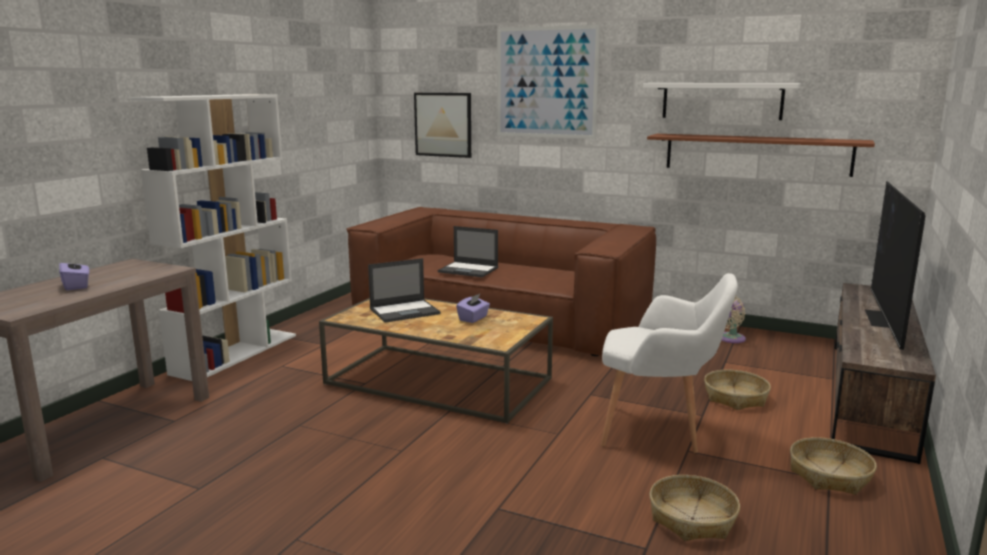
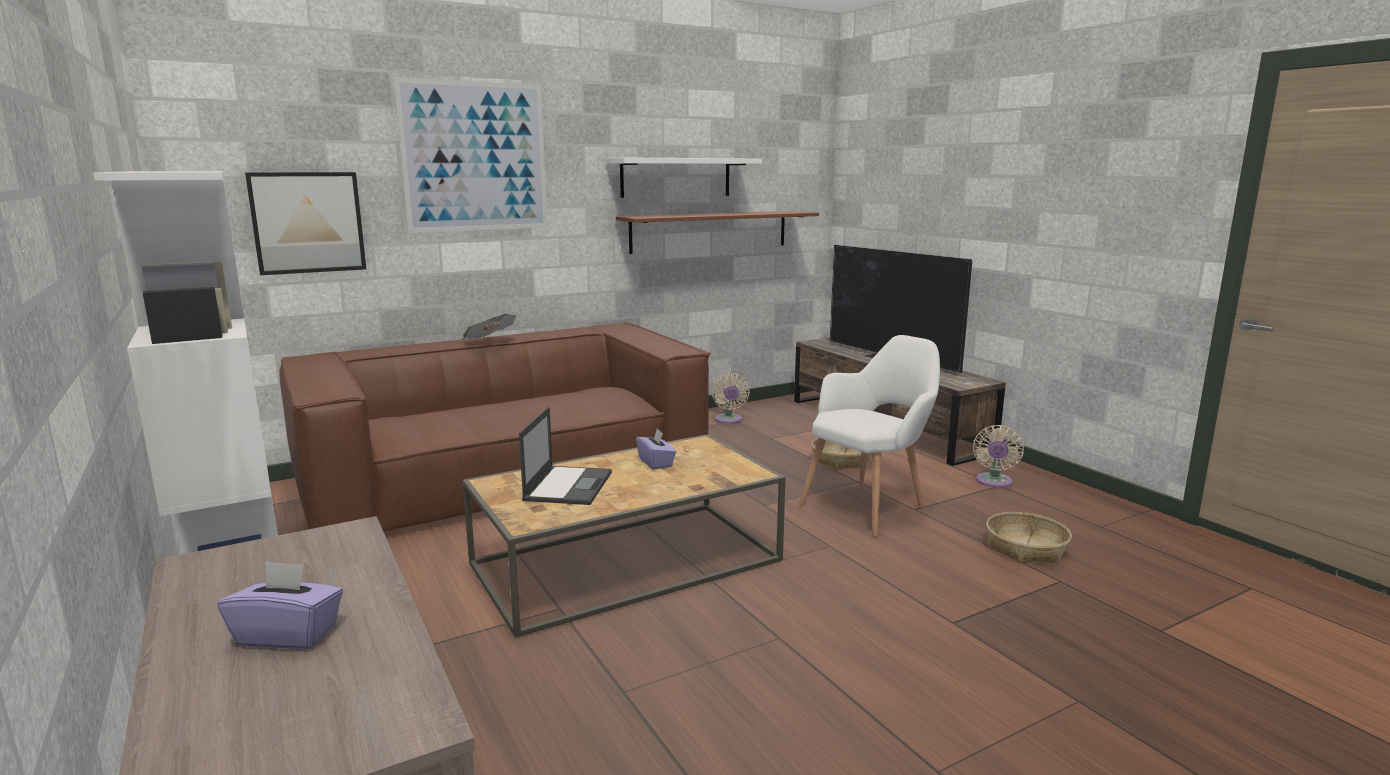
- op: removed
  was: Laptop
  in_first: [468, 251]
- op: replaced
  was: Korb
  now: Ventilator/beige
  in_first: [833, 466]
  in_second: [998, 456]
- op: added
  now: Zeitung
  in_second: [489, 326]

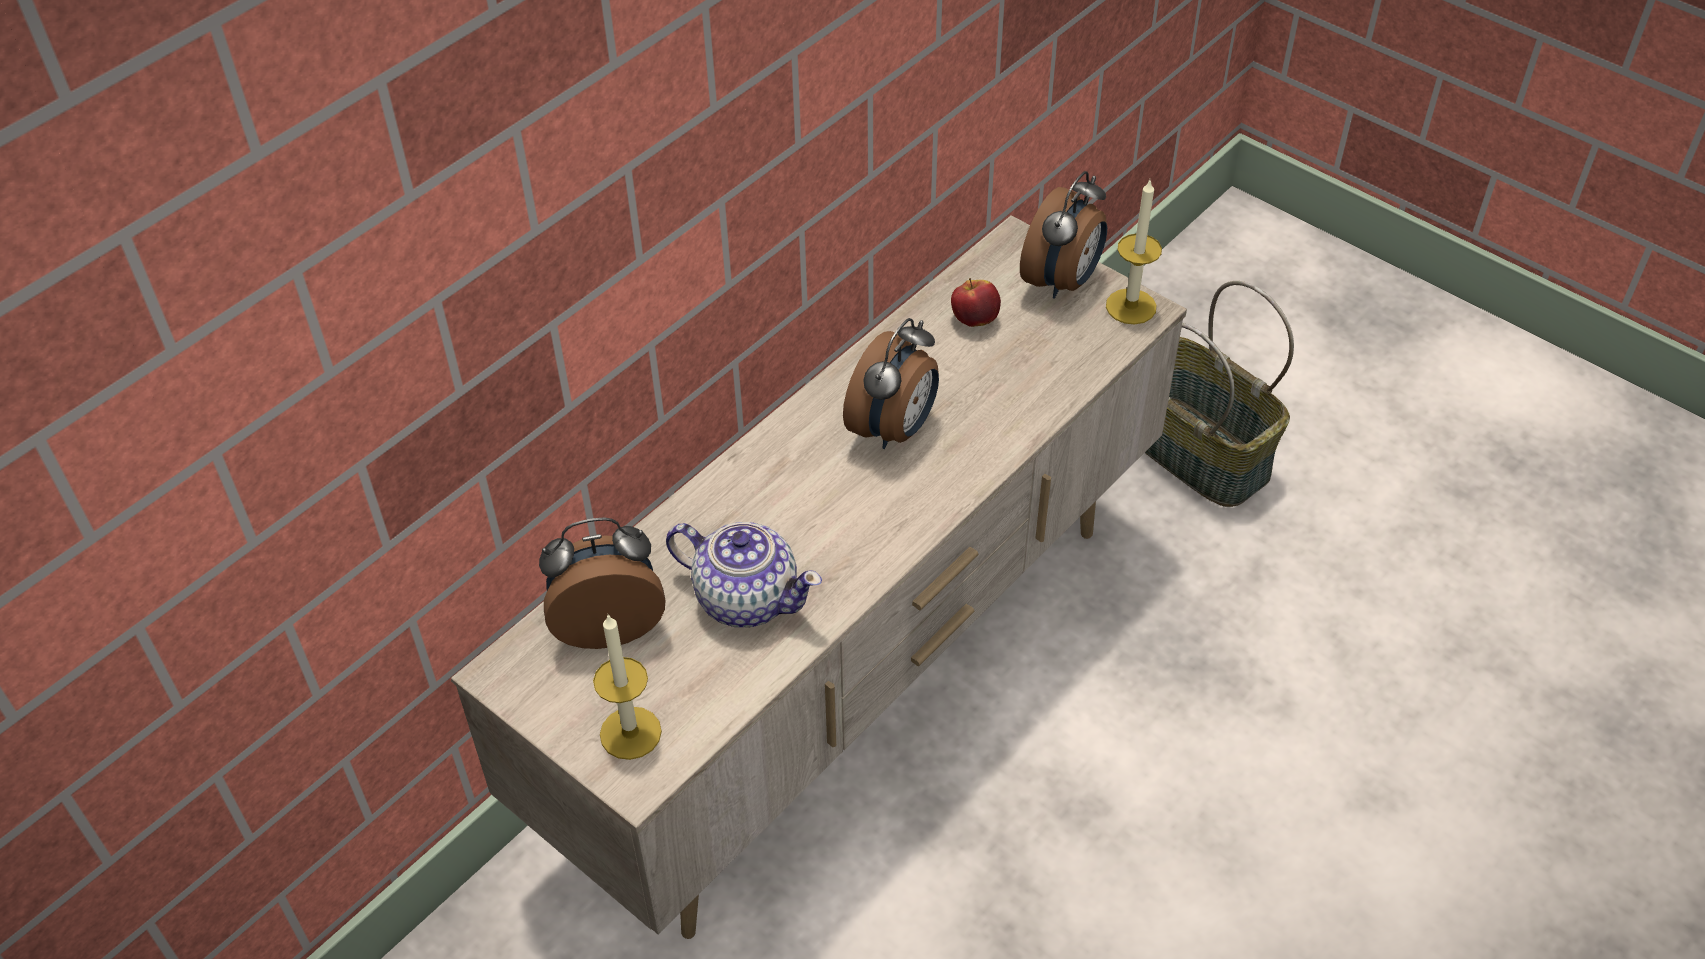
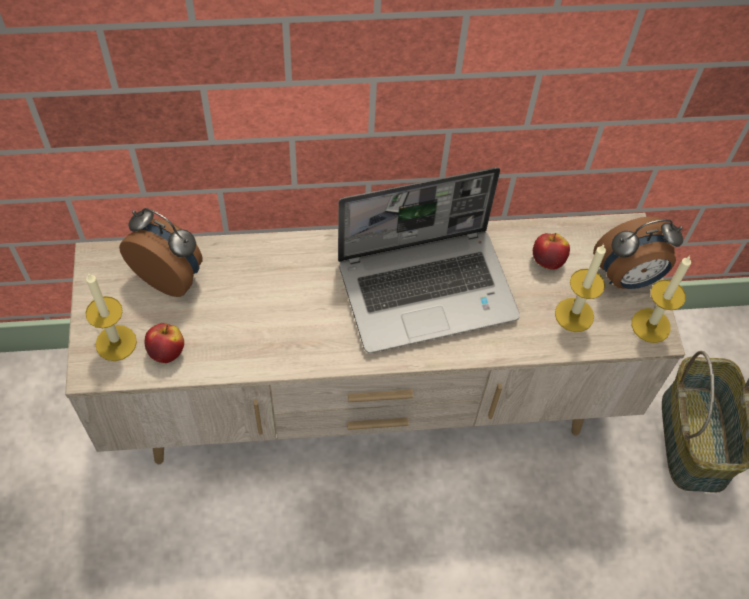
- op: removed
  was: Teekanne
  in_first: [744, 574]
- op: replaced
  was: Wecker
  now: Laptop
  in_first: [891, 383]
  in_second: [429, 260]
- op: added
  now: Apfel
  in_second: [164, 343]
- op: added
  now: Kerze
  in_second: [580, 288]

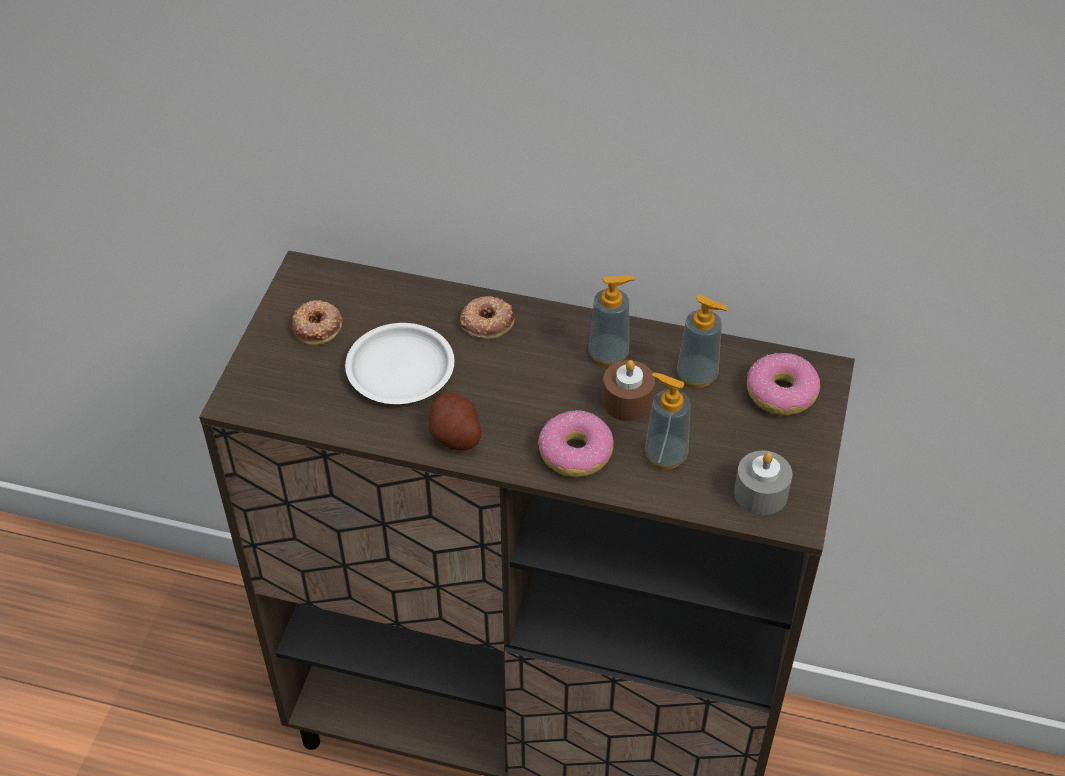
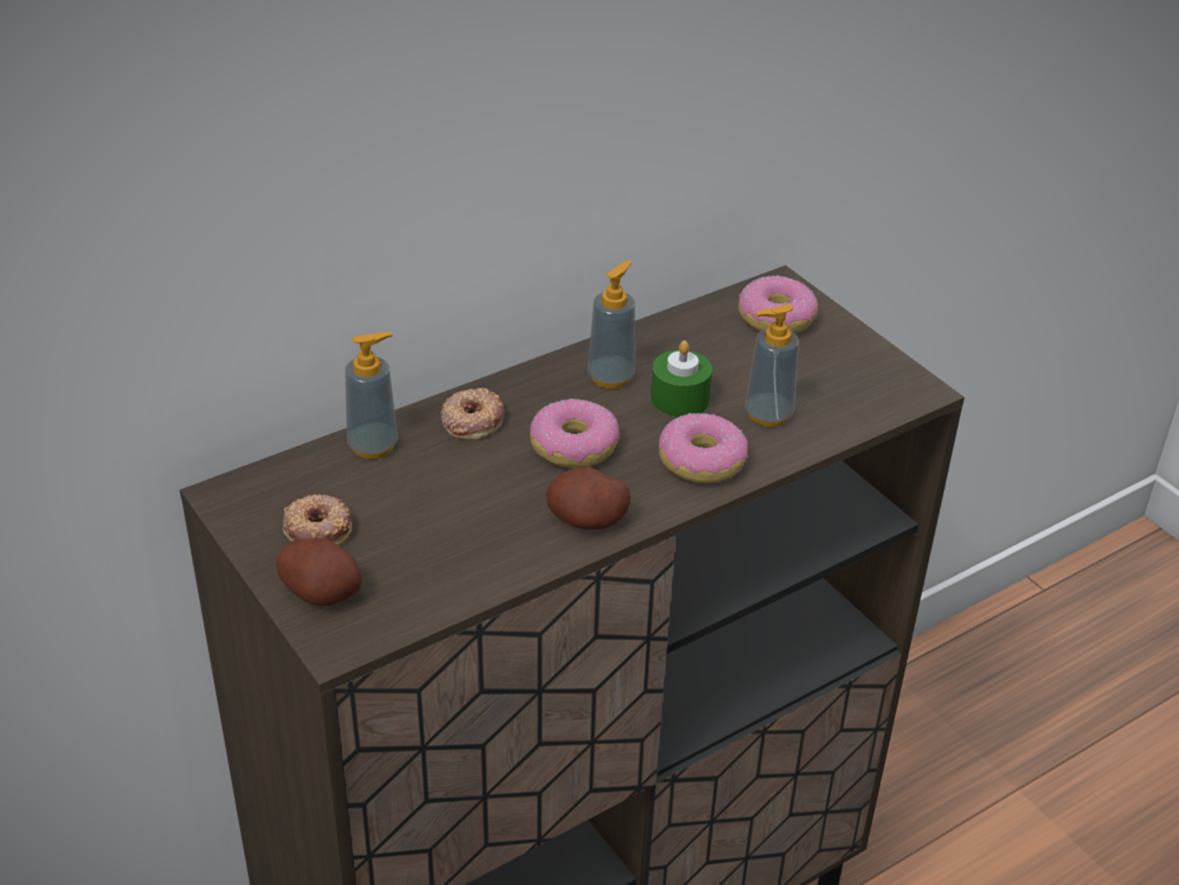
- op: removed
  was: Teller/weiß
  in_first: [399, 363]
- op: recoloured
  was: Kerze/braun
  now: Kerze/grün
  in_first: [628, 390]
  in_second: [682, 379]
- op: moved
  was: Seifenspender
  in_first: [702, 341]
  in_second: [371, 395]
- op: removed
  was: Kerze/grau
  in_first: [763, 483]
- op: added
  now: Kartoffel
  in_second: [319, 572]
- op: added
  now: Donut
  in_second: [574, 433]

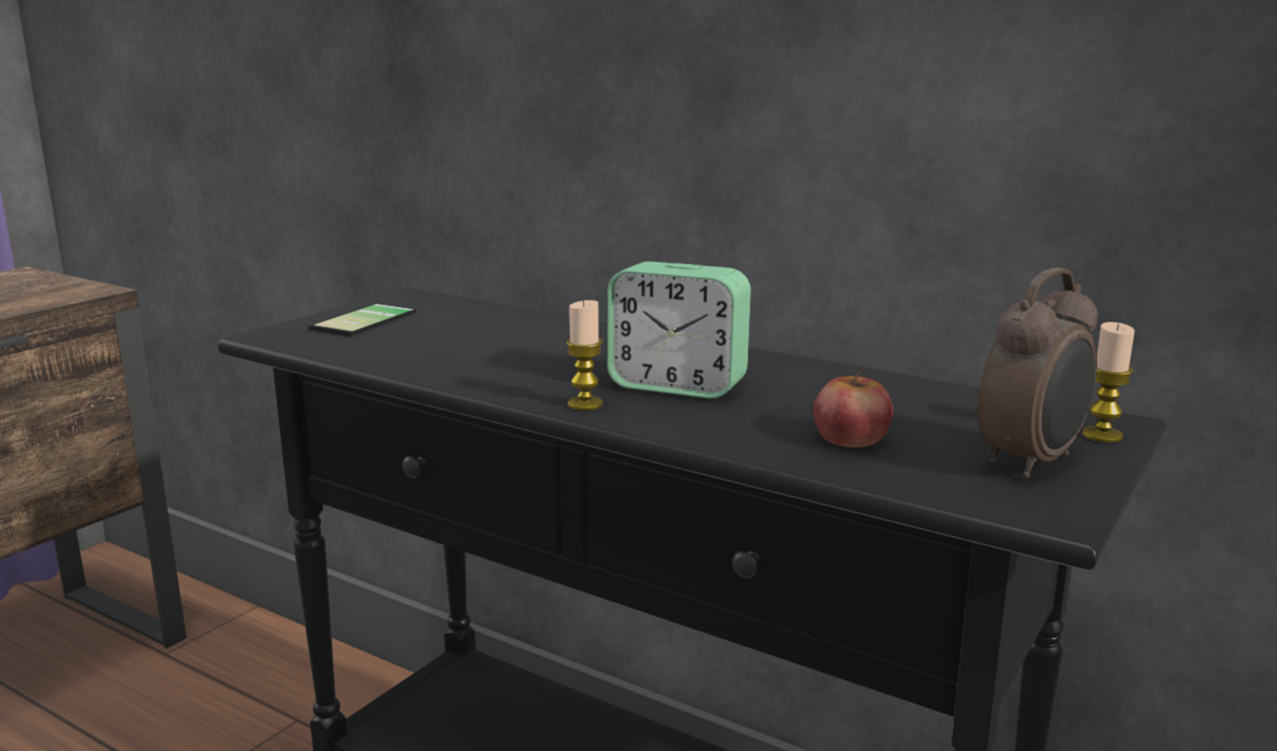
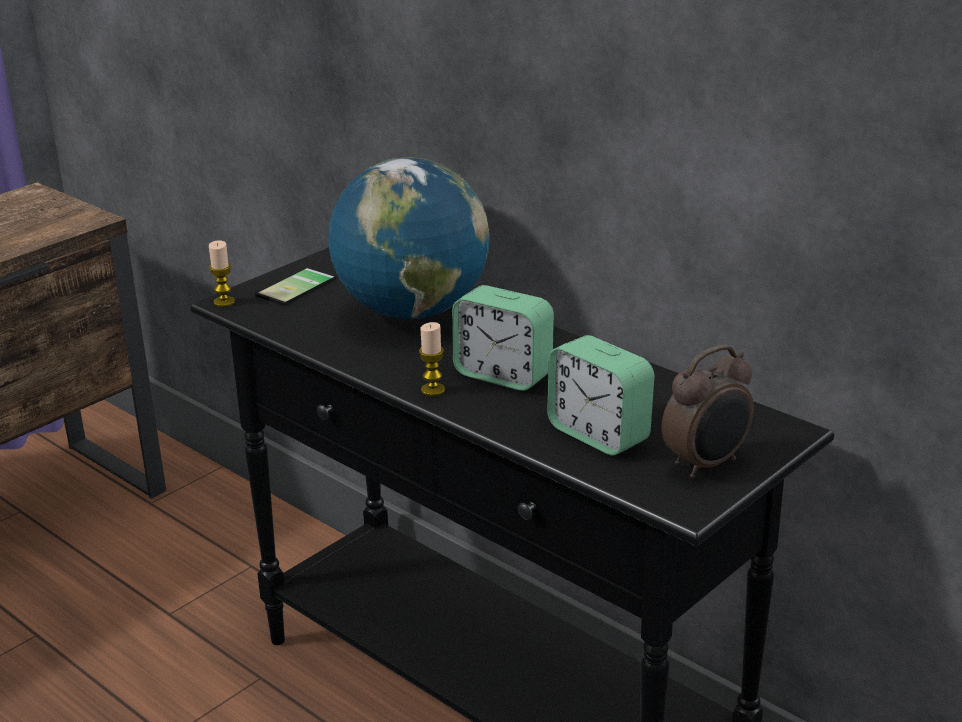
- op: replaced
  was: Apfel
  now: Wecker
  in_first: [853, 408]
  in_second: [600, 395]
- op: moved
  was: Kerze
  in_first: [1108, 382]
  in_second: [222, 273]
- op: added
  now: Globus
  in_second: [409, 238]

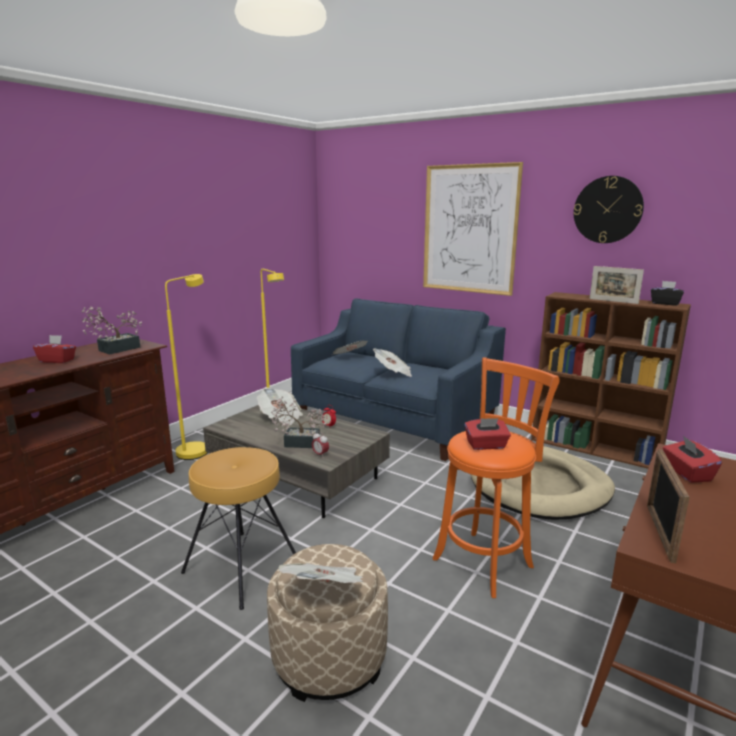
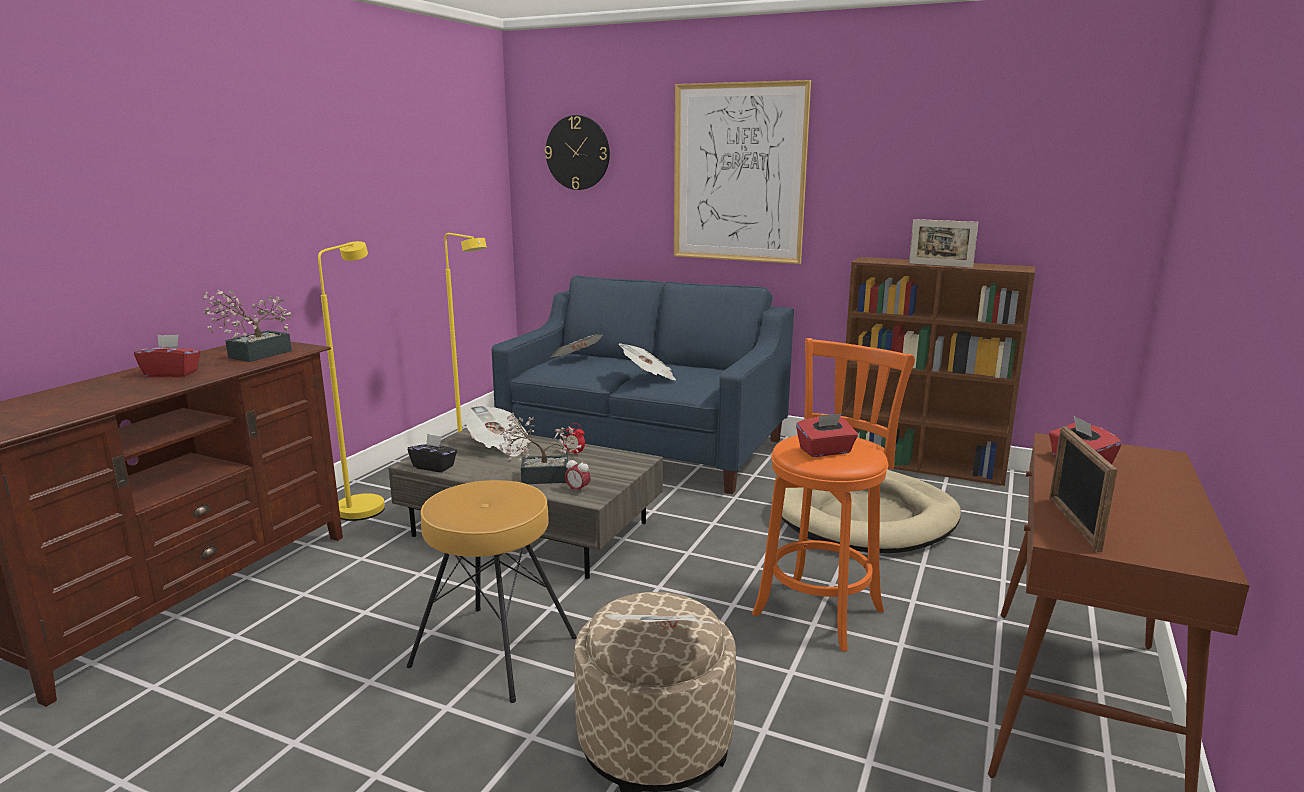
- op: moved
  was: Wanduhr
  in_first: [609, 209]
  in_second: [577, 152]
- op: moved
  was: Taschentuchbox/schwarz
  in_first: [667, 293]
  in_second: [432, 453]

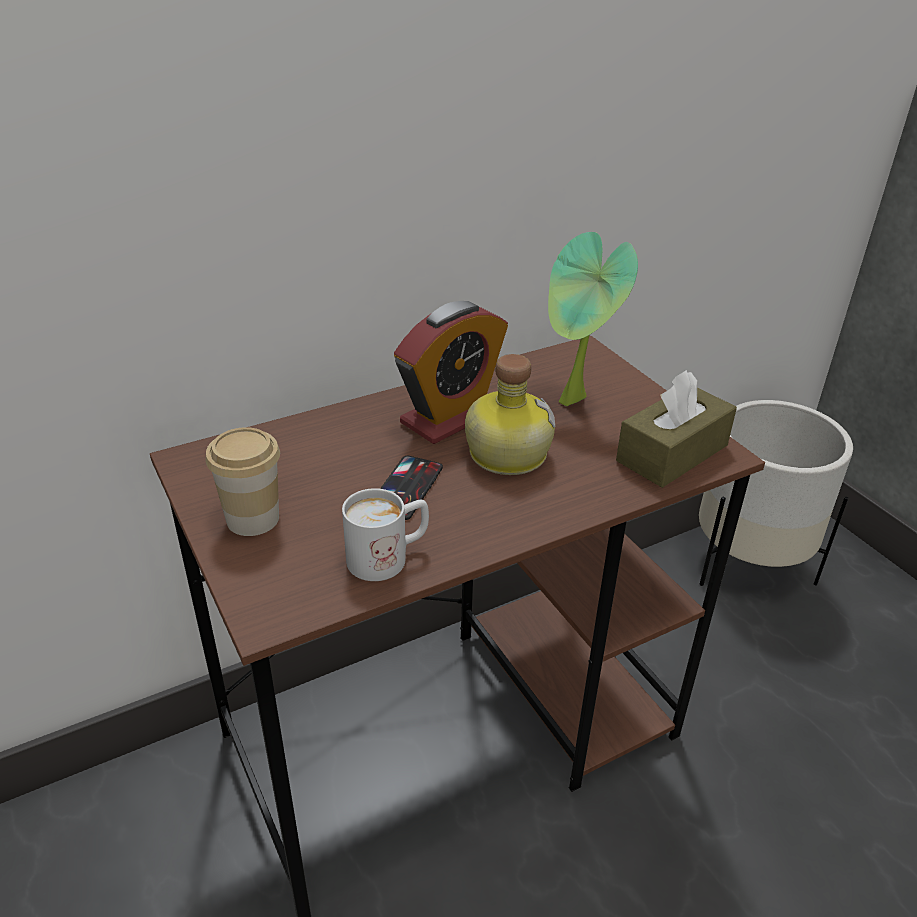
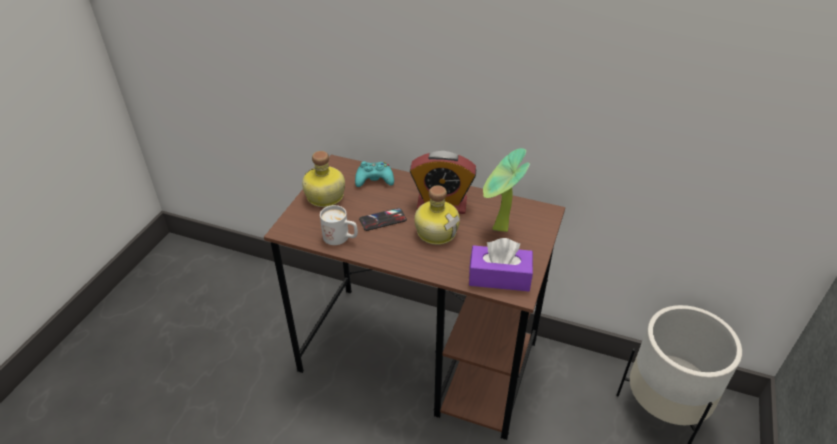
- op: replaced
  was: Tasse
  now: Flasche
  in_first: [243, 481]
  in_second: [323, 179]
- op: recoloured
  was: Taschentuchbox/braun
  now: Taschentuchbox/lila
  in_first: [676, 429]
  in_second: [501, 264]
- op: added
  now: Gamepad/türkis
  in_second: [374, 174]

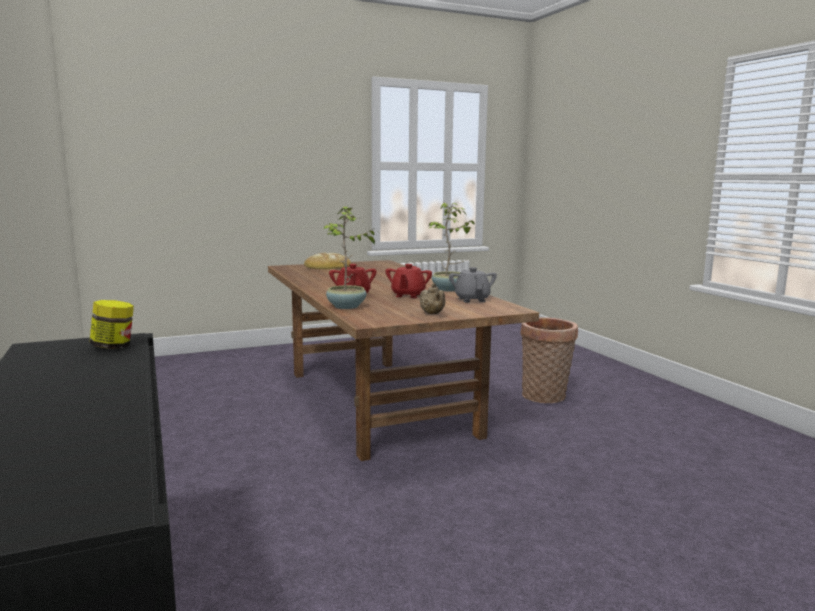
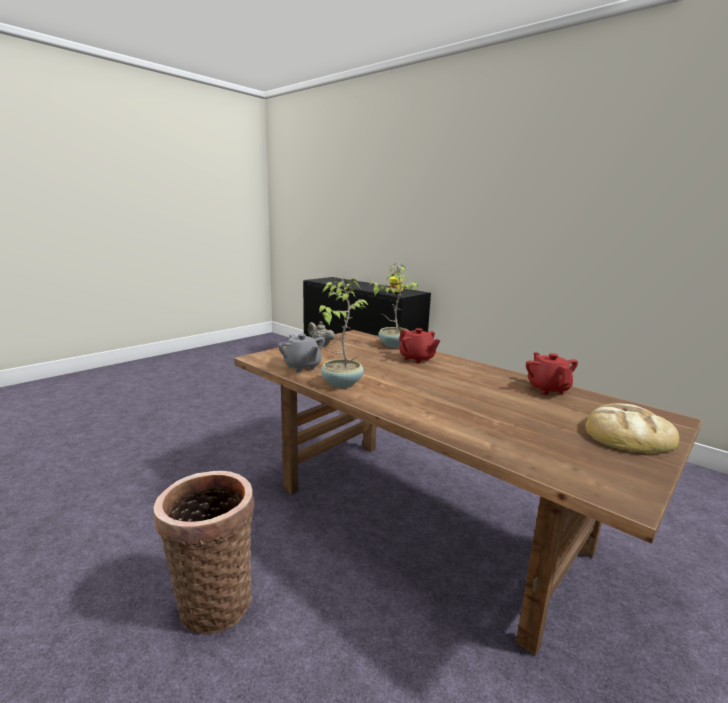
- op: moved
  was: Teekanne/rot
  in_first: [409, 281]
  in_second: [552, 373]

